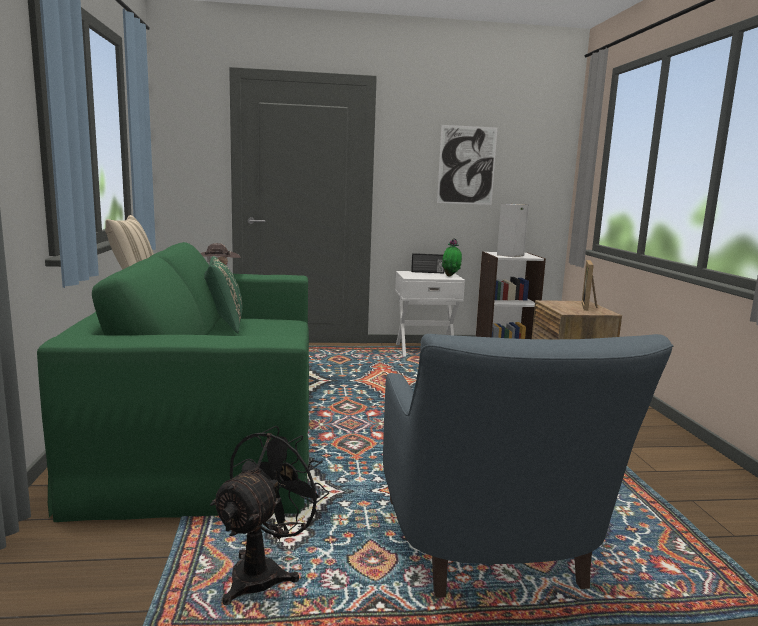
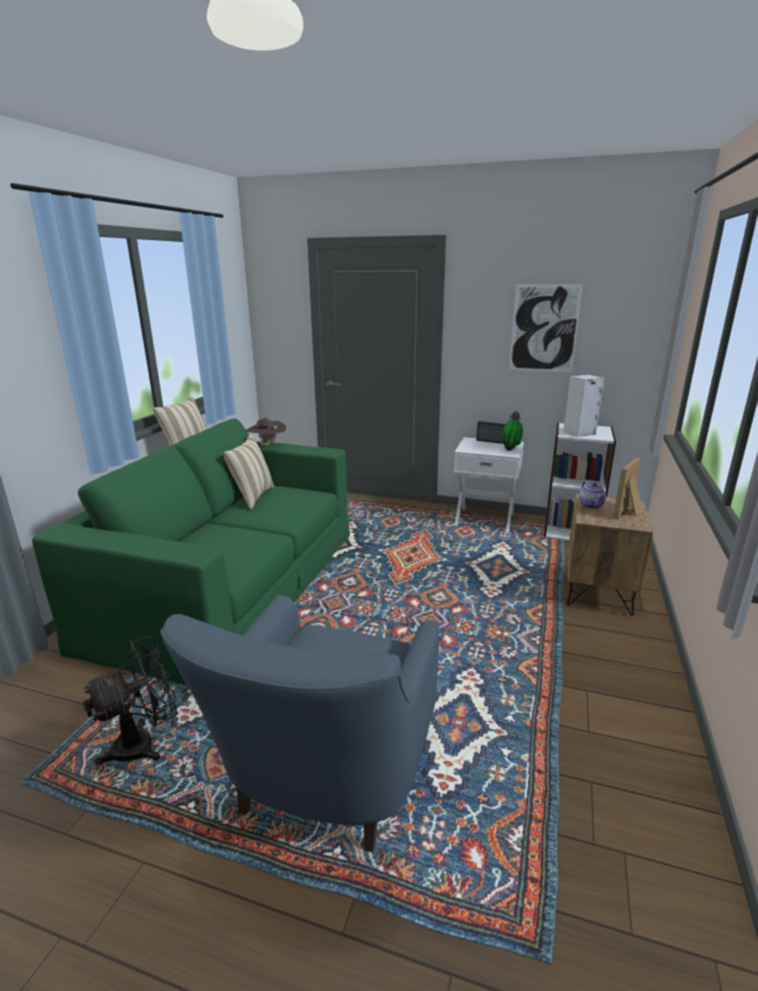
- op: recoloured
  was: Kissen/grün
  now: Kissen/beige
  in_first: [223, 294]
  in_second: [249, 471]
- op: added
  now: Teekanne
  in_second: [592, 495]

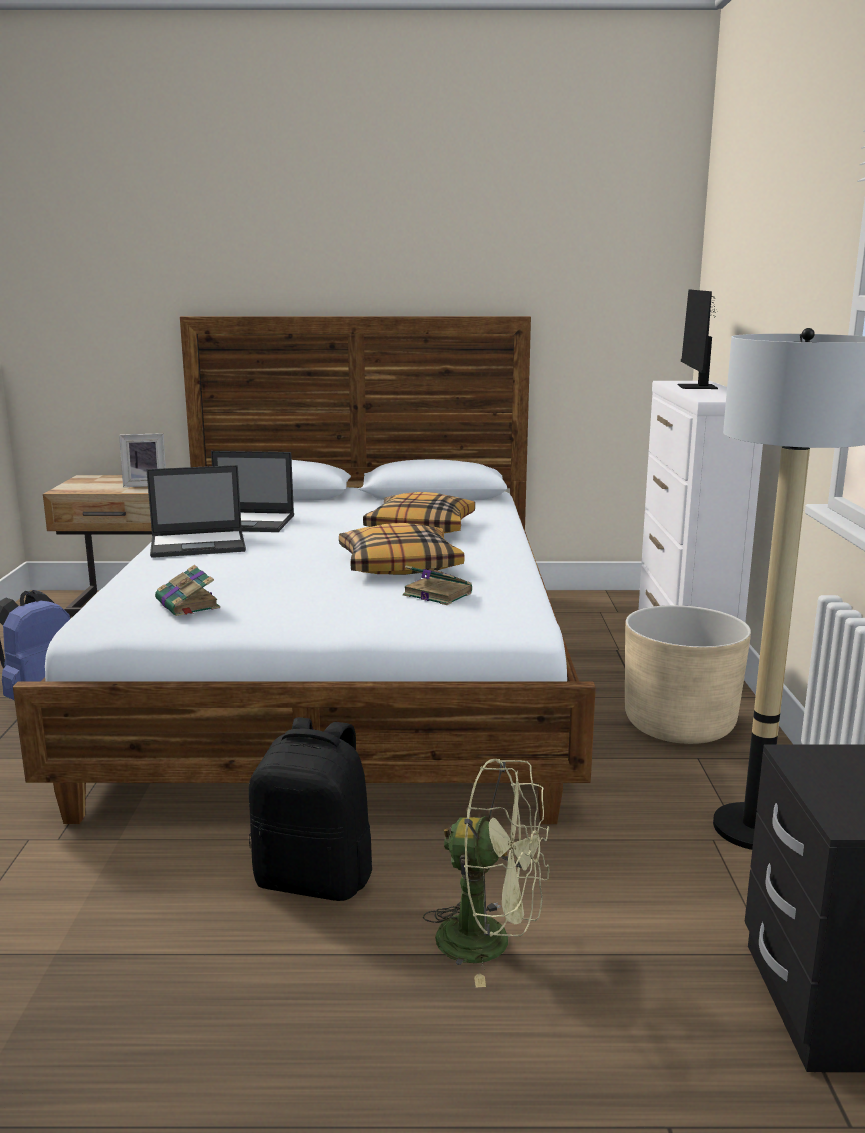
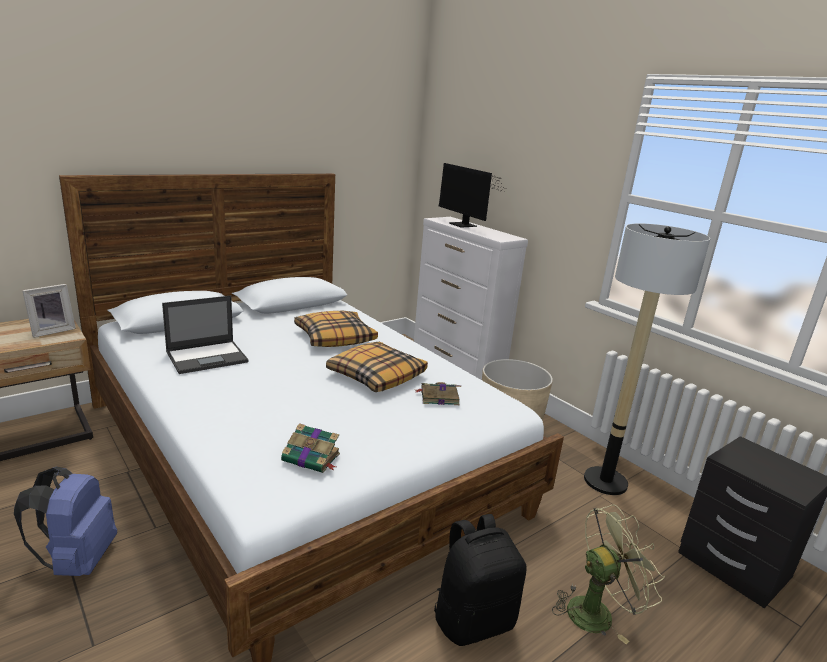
- op: removed
  was: Laptop
  in_first: [196, 511]

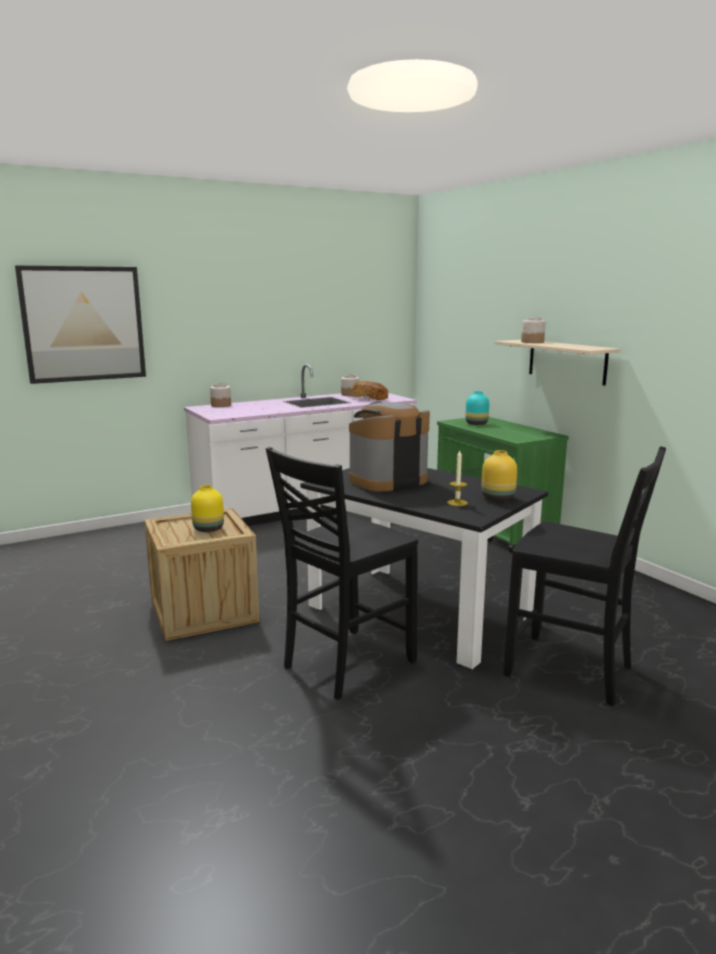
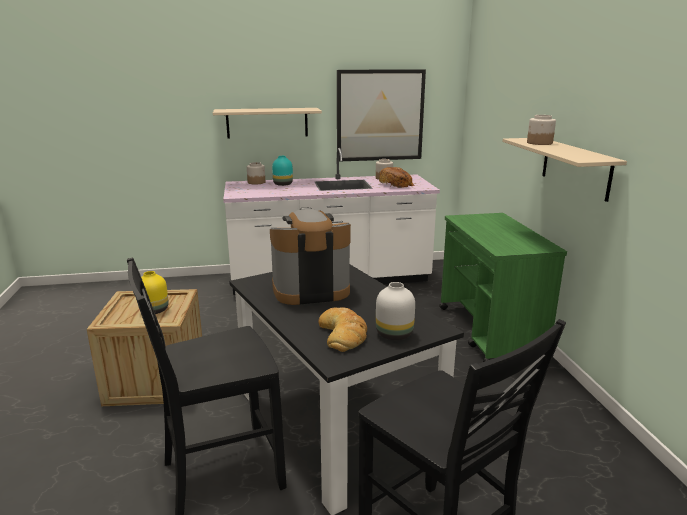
- op: moved
  was: Bild
  in_first: [80, 324]
  in_second: [381, 115]
- op: replaced
  was: Kerze
  now: Brot
  in_first: [457, 478]
  in_second: [343, 329]
- op: moved
  was: Vase/türkis
  in_first: [477, 408]
  in_second: [282, 171]
- op: recoloured
  was: Vase/gelb
  now: Vase/weiß
  in_first: [499, 475]
  in_second: [395, 311]
- op: added
  now: Wandregal/beige
  in_second: [267, 123]

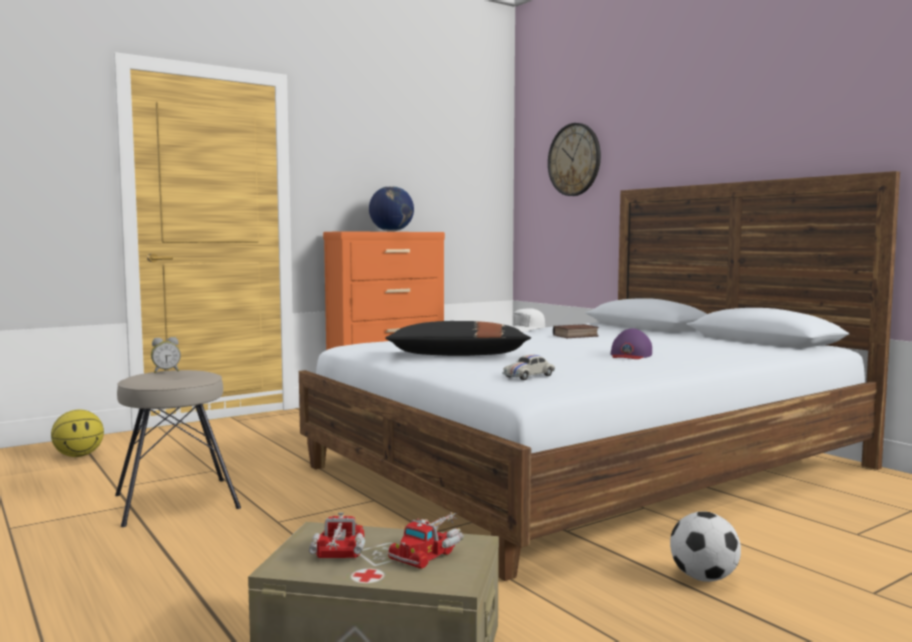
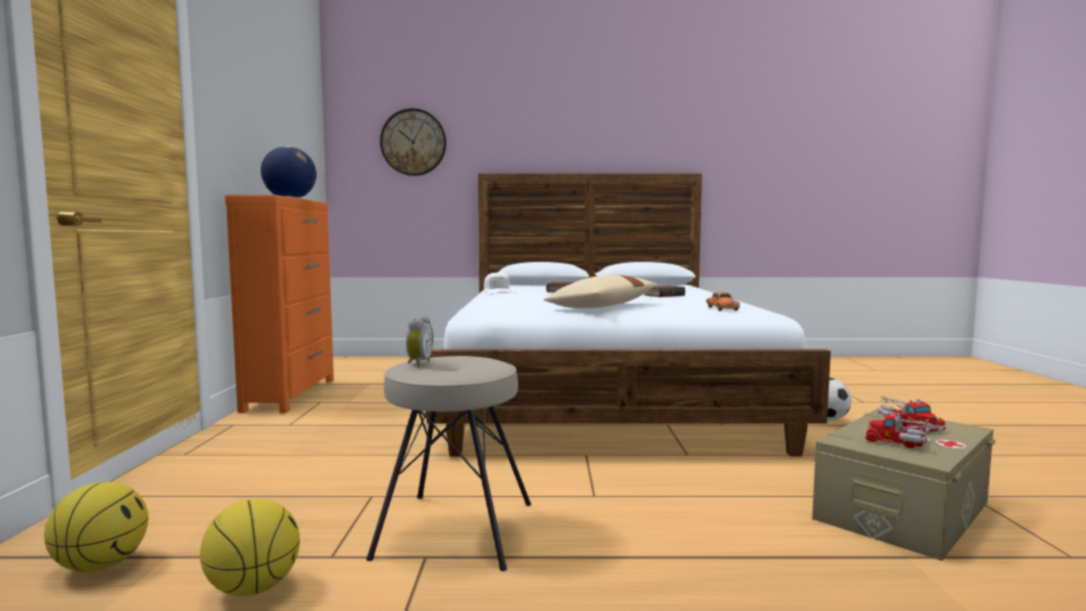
- op: recoloured
  was: Kissen/schwarz
  now: Kissen/beige
  in_first: [458, 338]
  in_second: [600, 292]
- op: recoloured
  was: Spielzeugauto/weiß
  now: Spielzeugauto/orange
  in_first: [528, 367]
  in_second: [723, 301]
- op: replaced
  was: Kappe/lila
  now: Buch
  in_first: [631, 343]
  in_second: [664, 291]
- op: added
  now: Basketball
  in_second: [250, 547]

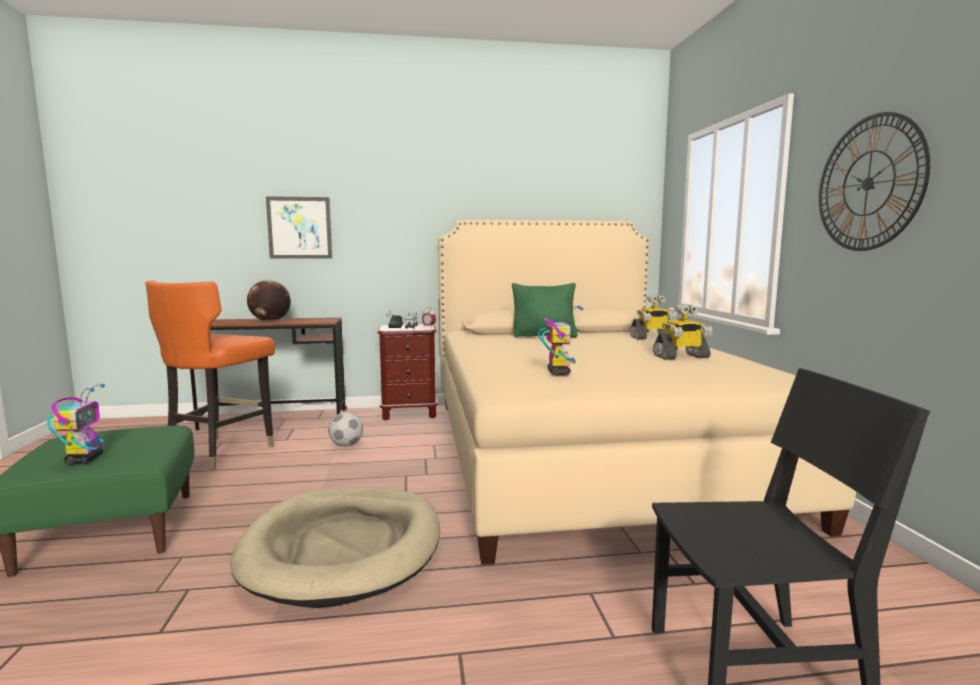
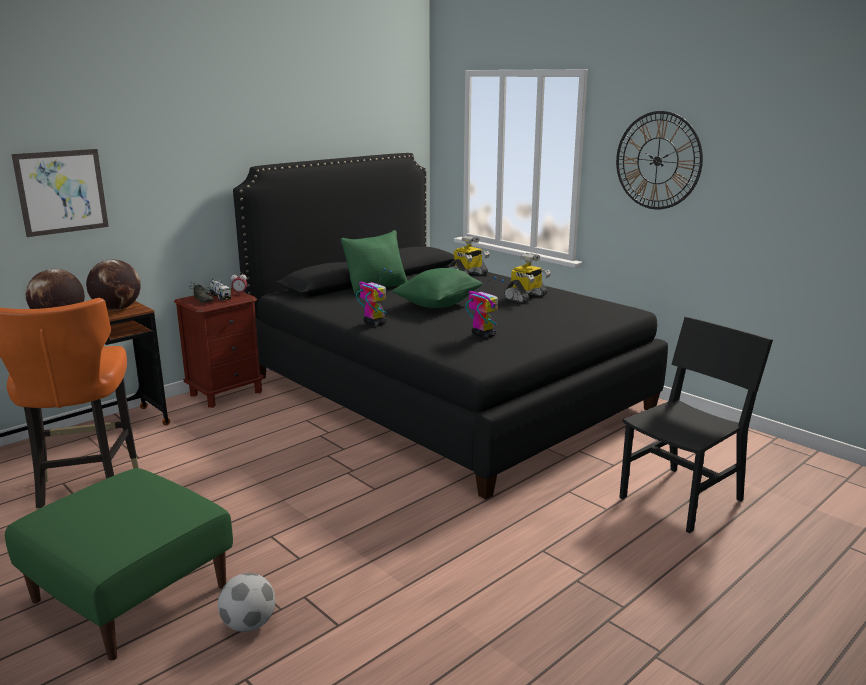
- op: moved
  was: Spielzeugroboter
  in_first: [76, 424]
  in_second: [374, 297]
- op: removed
  was: Hundebett/beige
  in_first: [335, 547]
- op: moved
  was: Fußball
  in_first: [345, 429]
  in_second: [246, 602]
- op: recoloured
  was: Bett/beige
  now: Bett/schwarz
  in_first: [647, 392]
  in_second: [450, 326]
- op: added
  now: Globus
  in_second: [113, 284]
- op: added
  now: Kissen/grün
  in_second: [437, 288]

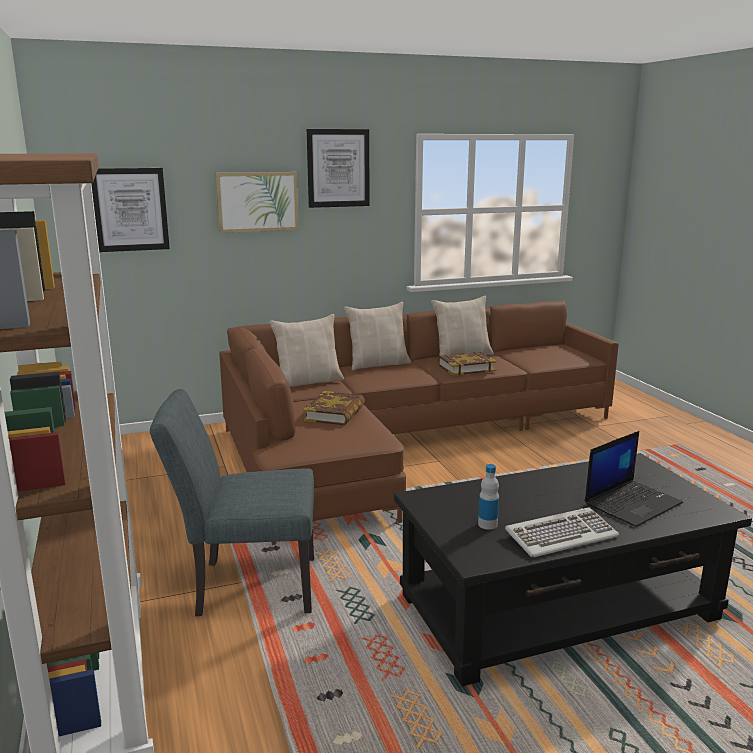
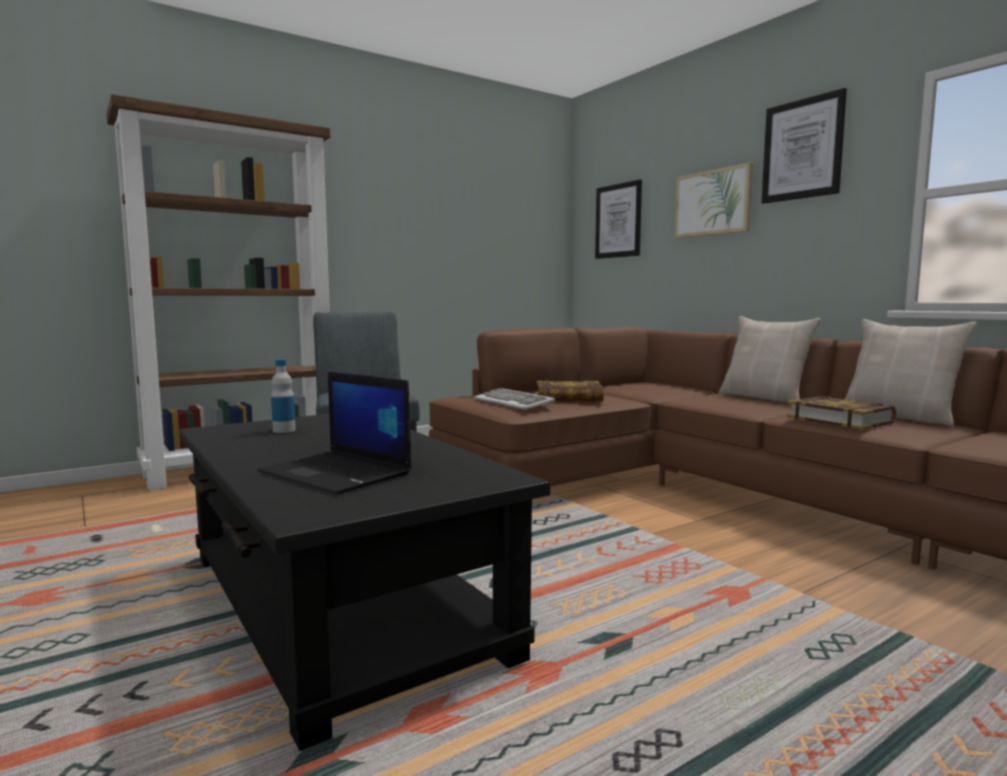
- op: removed
  was: Kissen/beige
  in_first: [306, 350]
- op: moved
  was: Tastatur
  in_first: [562, 532]
  in_second: [514, 399]

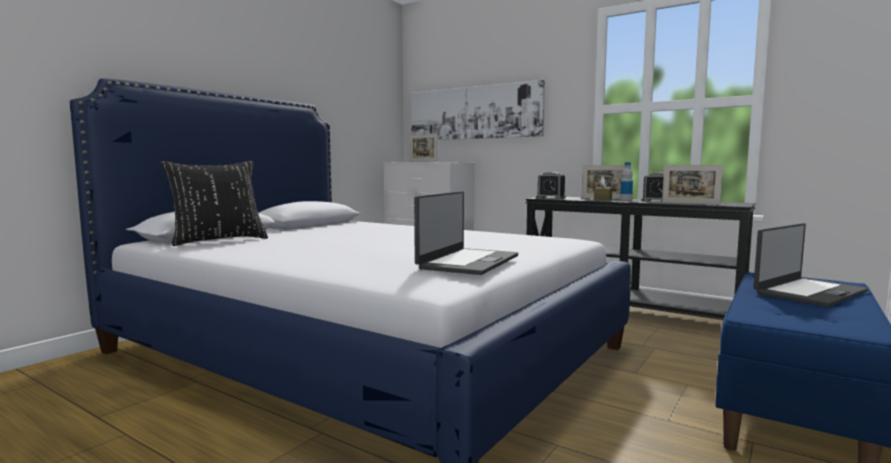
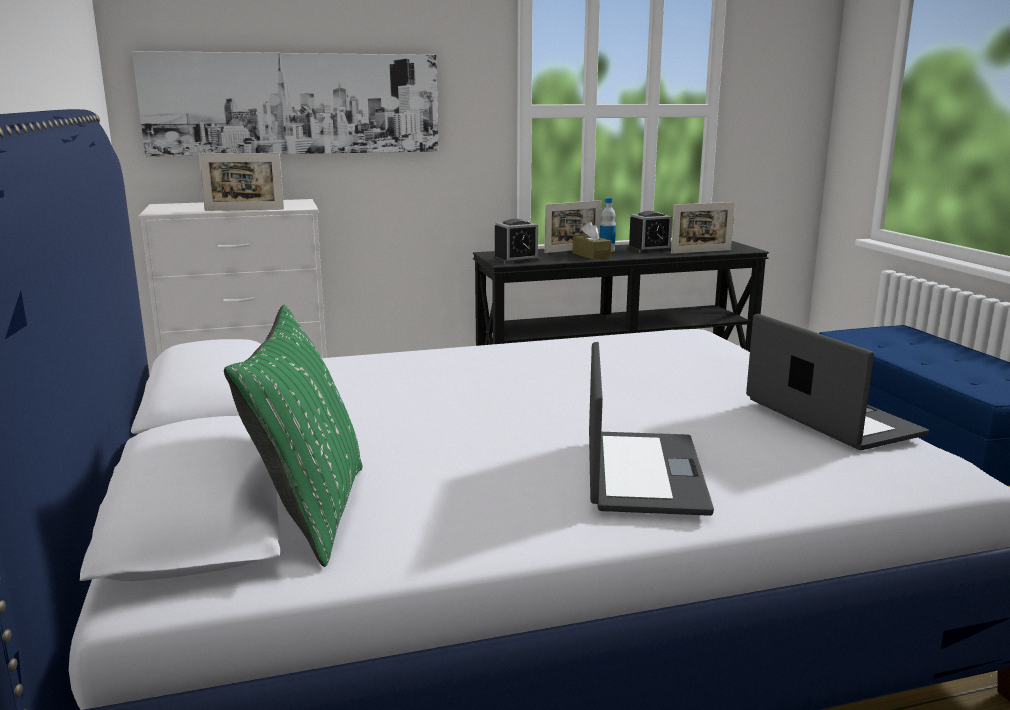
- op: recoloured
  was: Kissen/schwarz
  now: Kissen/grün
  in_first: [214, 203]
  in_second: [293, 435]
- op: moved
  was: Laptop
  in_first: [810, 265]
  in_second: [651, 429]

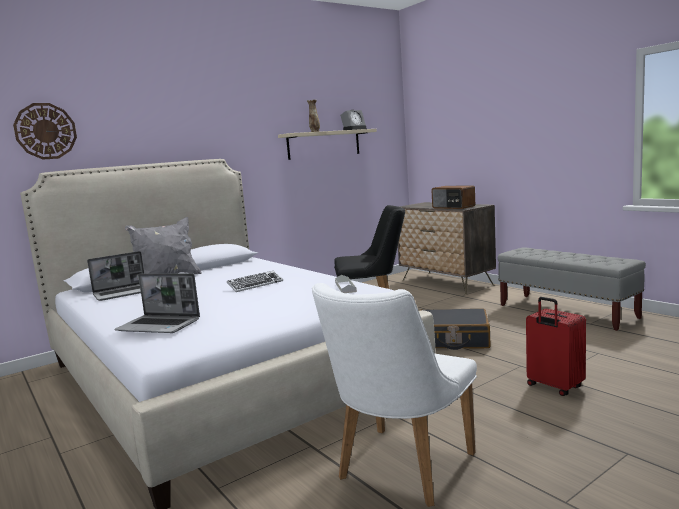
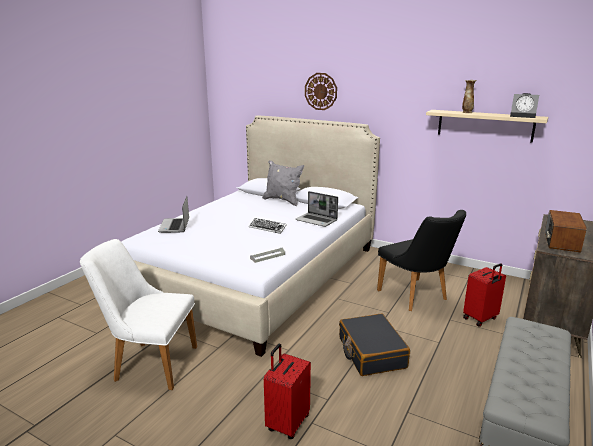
- op: moved
  was: Wanduhr
  in_first: [45, 131]
  in_second: [321, 91]
- op: moved
  was: Laptop
  in_first: [115, 276]
  in_second: [316, 209]
- op: added
  now: Koffer/rot
  in_second: [484, 295]

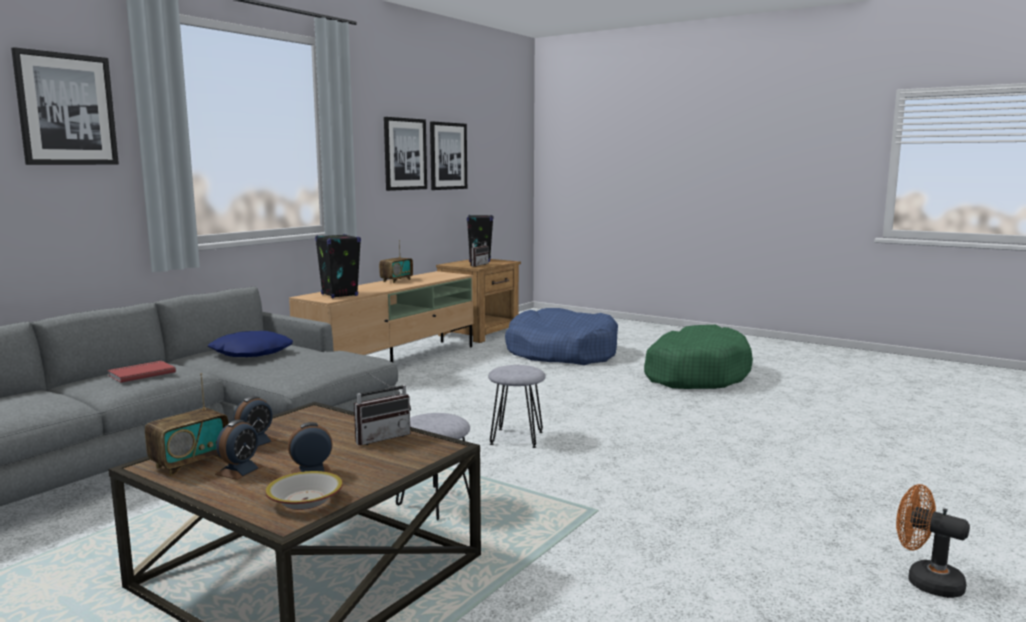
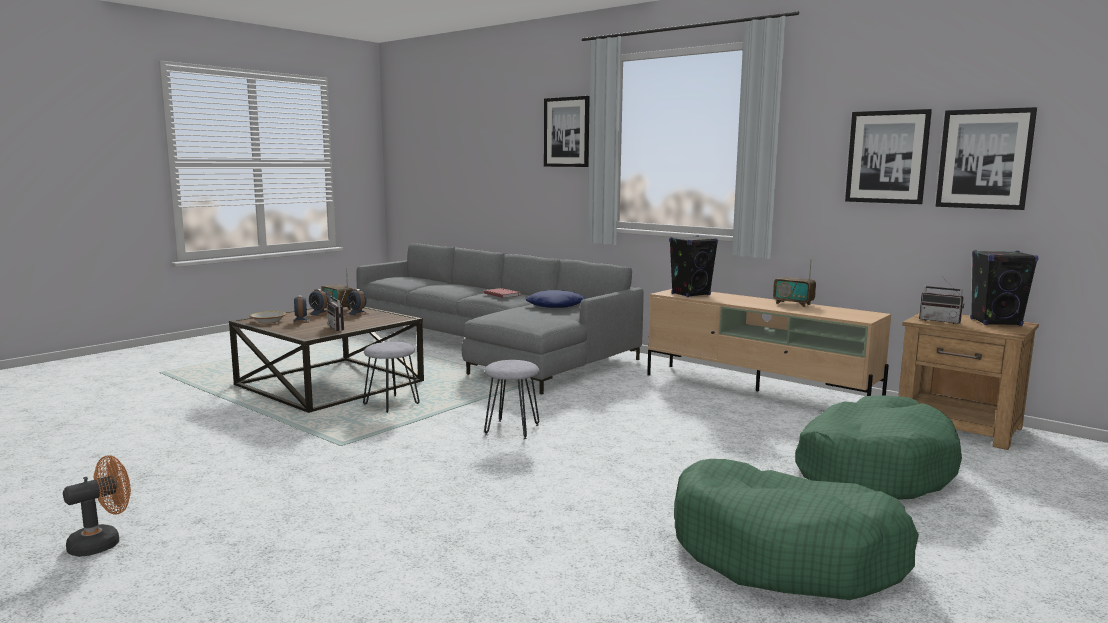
- op: recoloured
  was: Hundebett/blau
  now: Hundebett/grün
  in_first: [561, 336]
  in_second: [878, 447]

